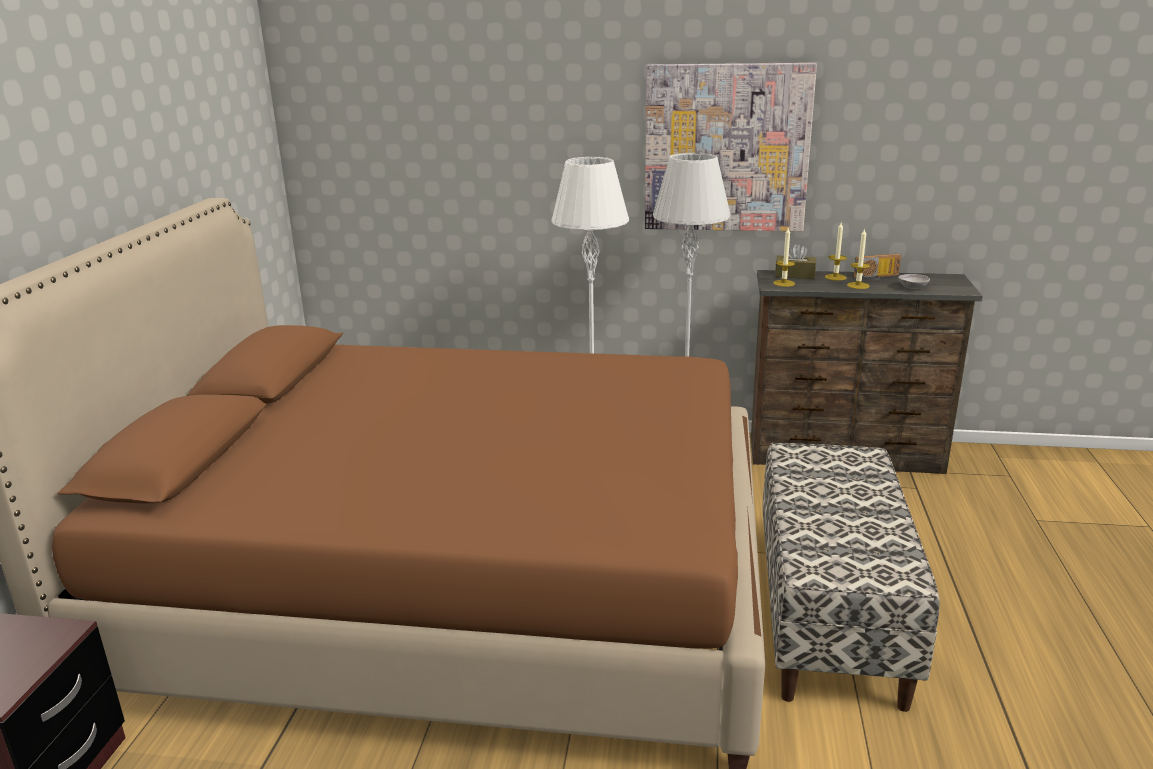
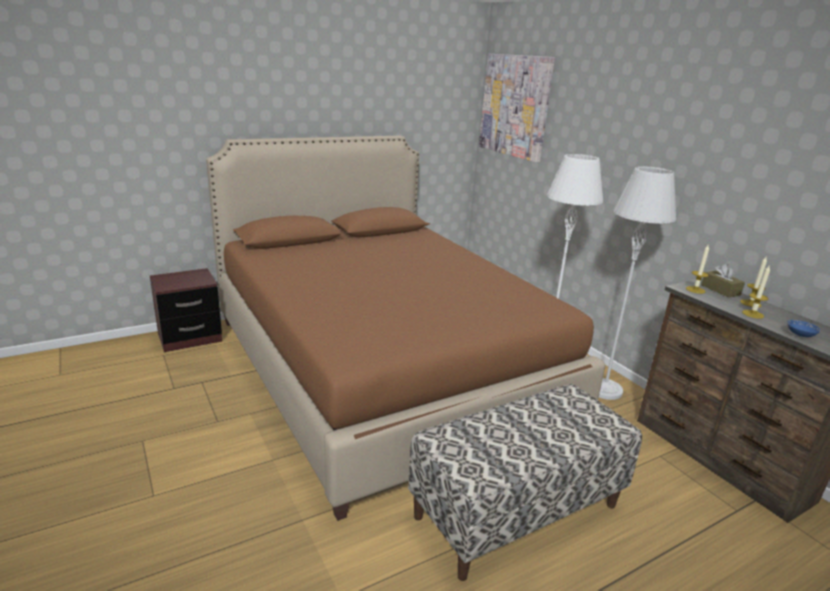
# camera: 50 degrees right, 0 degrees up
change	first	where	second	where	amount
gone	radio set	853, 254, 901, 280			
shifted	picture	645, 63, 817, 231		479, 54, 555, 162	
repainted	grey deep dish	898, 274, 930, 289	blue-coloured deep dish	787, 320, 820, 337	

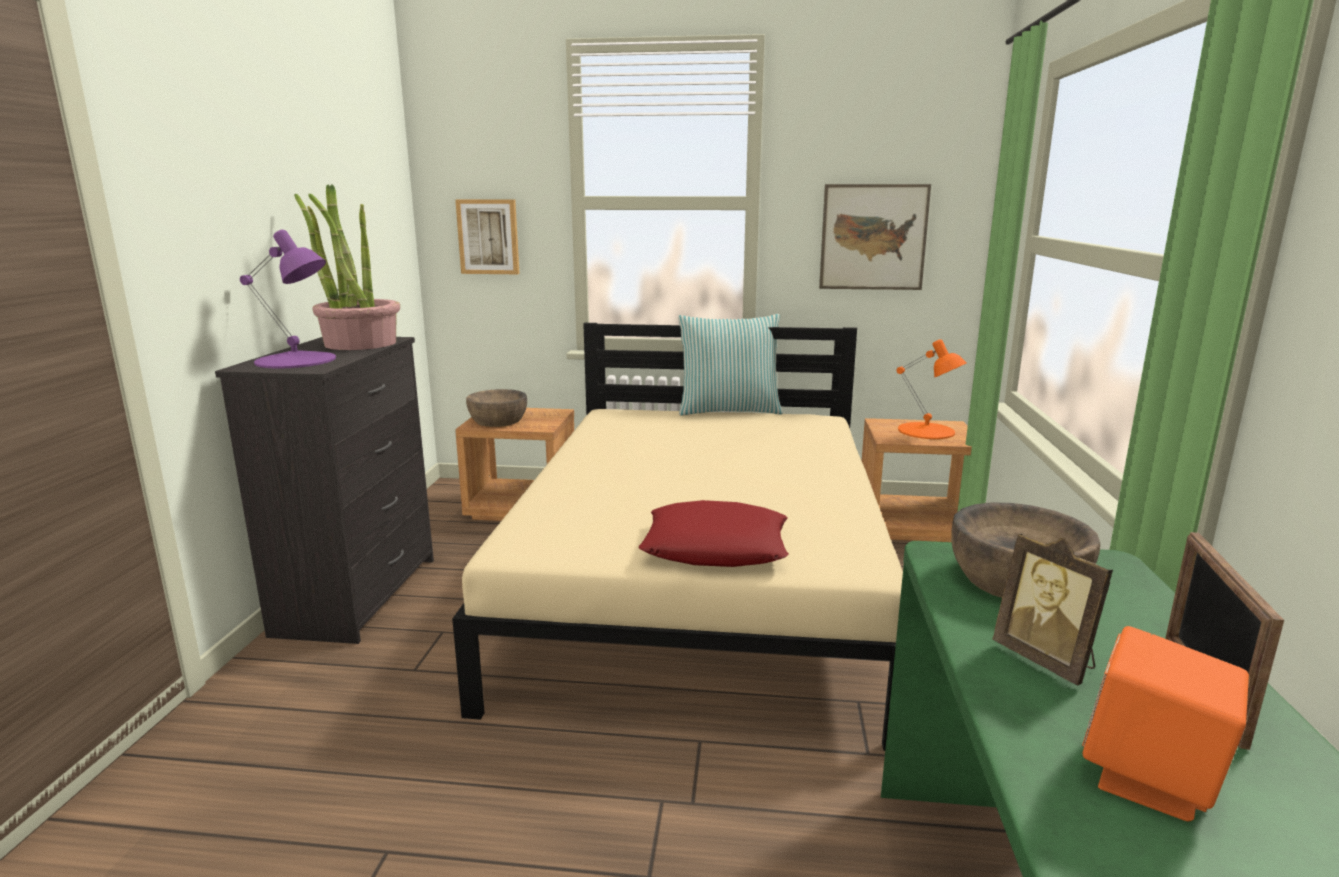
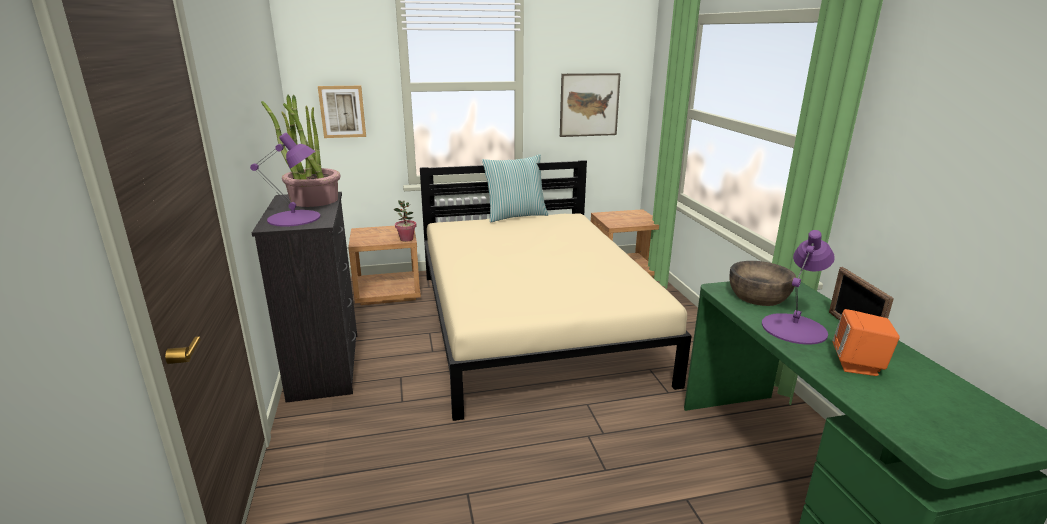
# camera: 20 degrees left, 5 degrees up
change	first	where	second	where	amount
gone	brownish deep dish	466, 389, 527, 427			
gone	reddish cushion	639, 500, 789, 567			
gone	orange-coloured tabletop lamp	896, 339, 967, 439			
new			potted plant	393, 200, 416, 242	
swapped	photo frame	992, 533, 1113, 685	purple tabletop lamp	762, 230, 835, 345	

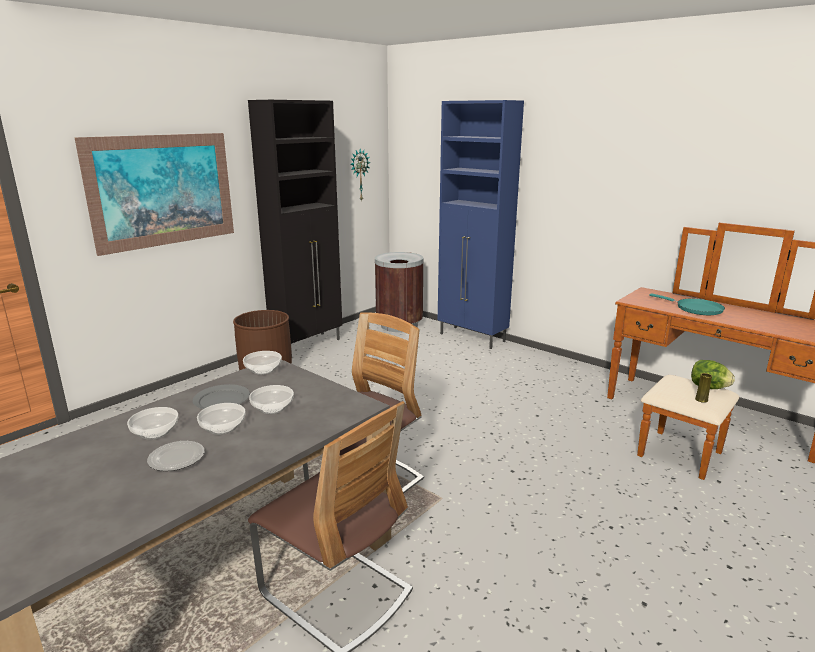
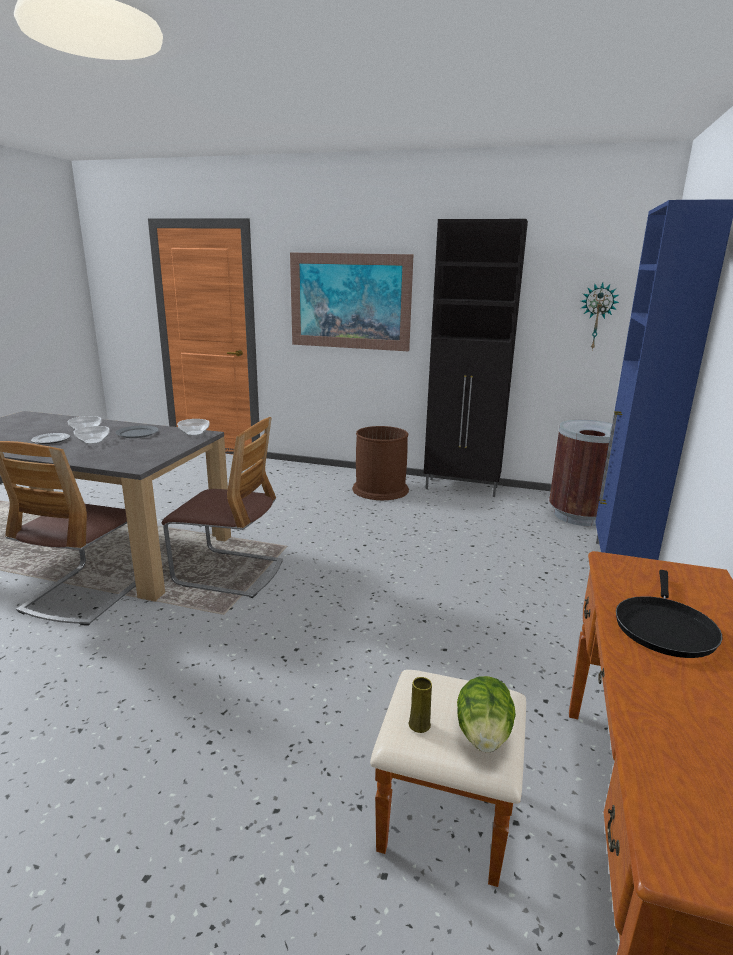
# camera: 65 degrees right, 0 degrees up
change	first	where	second	where	amount
gone	deep dish	249, 385, 294, 414			
repainted	turquoise frying pan	649, 293, 725, 315	blackish frying pan	616, 570, 722, 658	

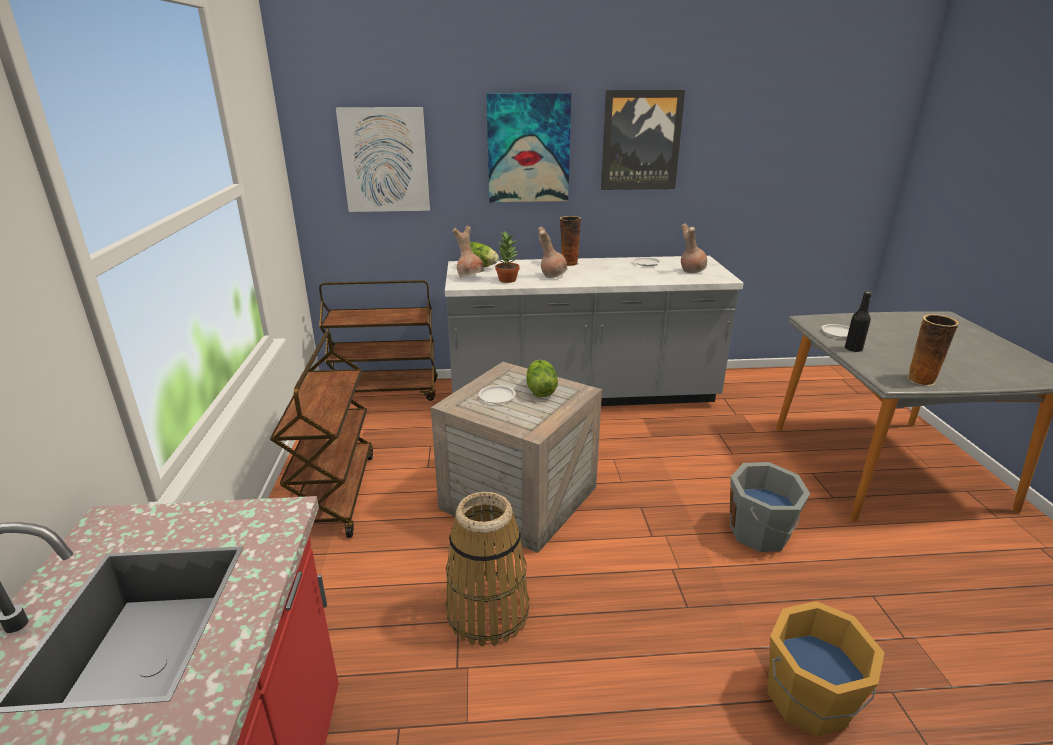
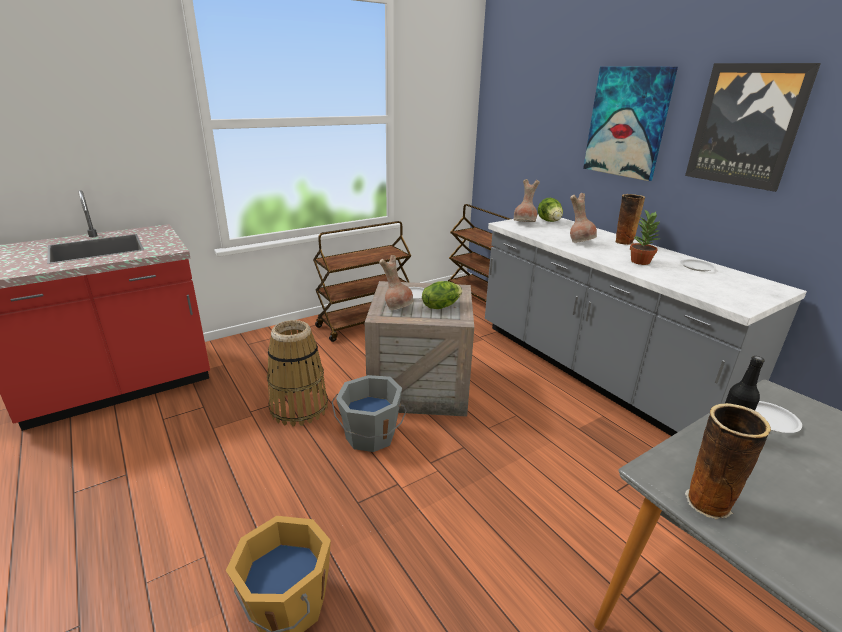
# camera: 60 degrees right, 0 degrees up
change	first	where	second	where	amount
gone	picture	336, 107, 430, 212			
shifted	potted plant	495, 232, 519, 283		630, 210, 659, 265	
shifted	brownish flower vase	681, 223, 707, 273		379, 255, 414, 310	
shifted	grey water bucket	730, 462, 810, 552		332, 375, 407, 452	

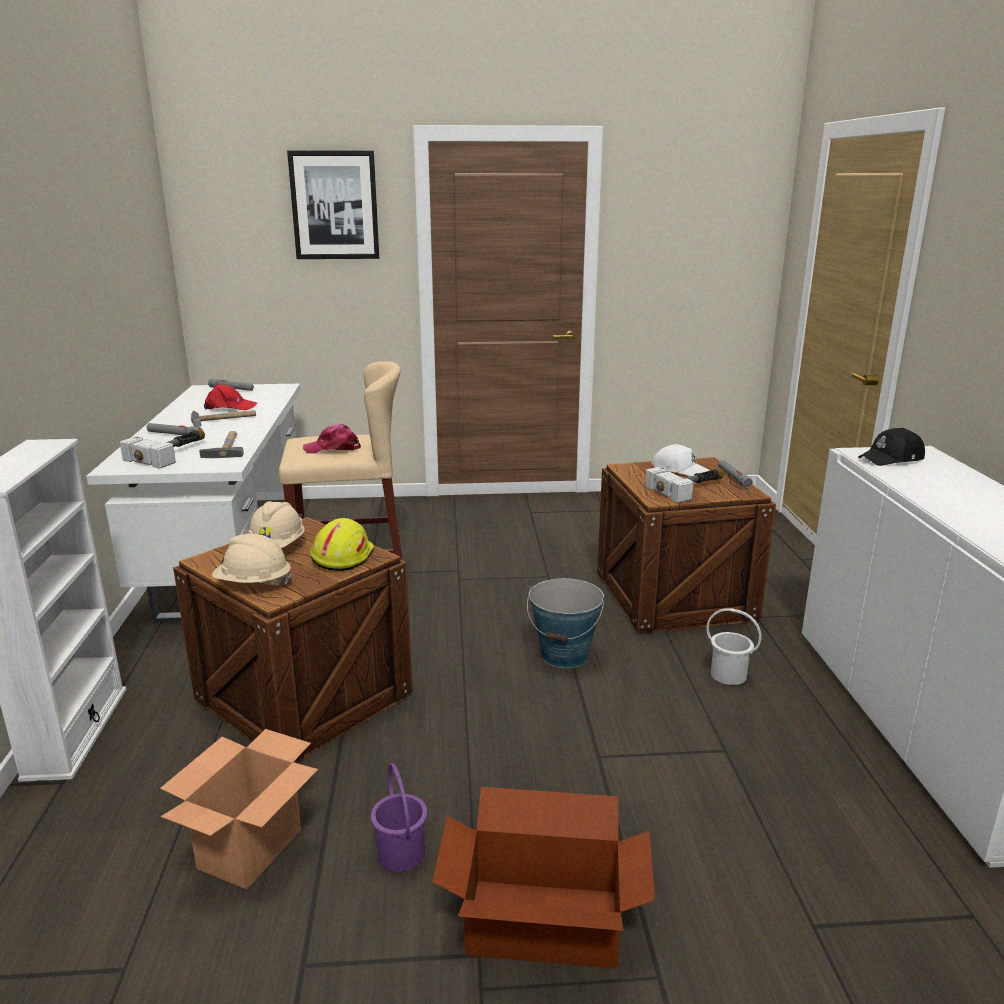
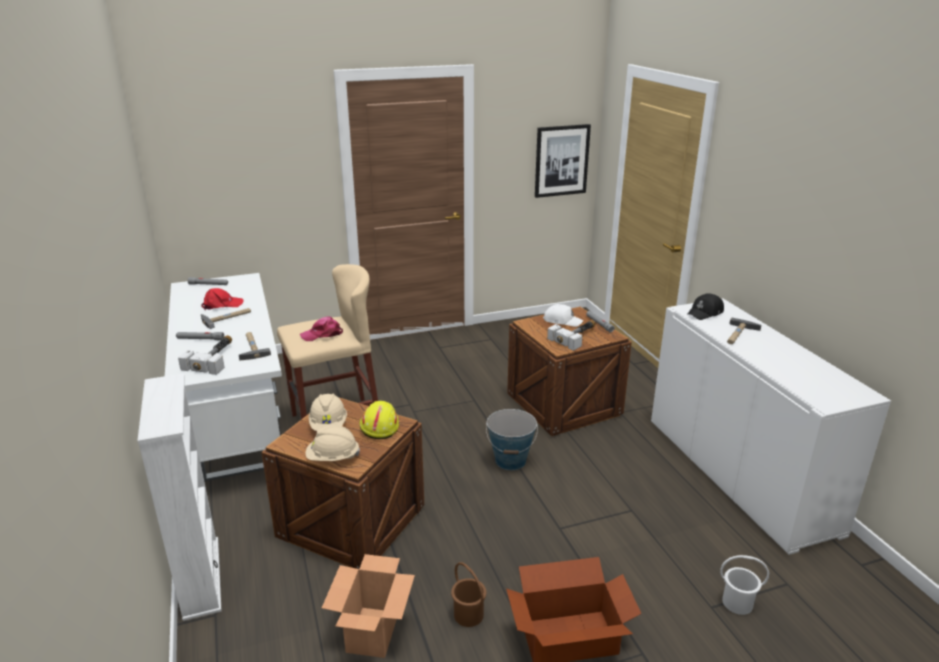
# camera: 15 degrees left, 5 degrees up
change	first	where	second	where	amount
new			tool hammer	727, 318, 761, 344	
shifted	picture	287, 150, 379, 259		535, 124, 591, 198	
shifted	white water bucket	706, 608, 761, 685		720, 555, 769, 615	
repainted	purple water bucket	371, 763, 427, 872	brownish water bucket	451, 562, 486, 627	

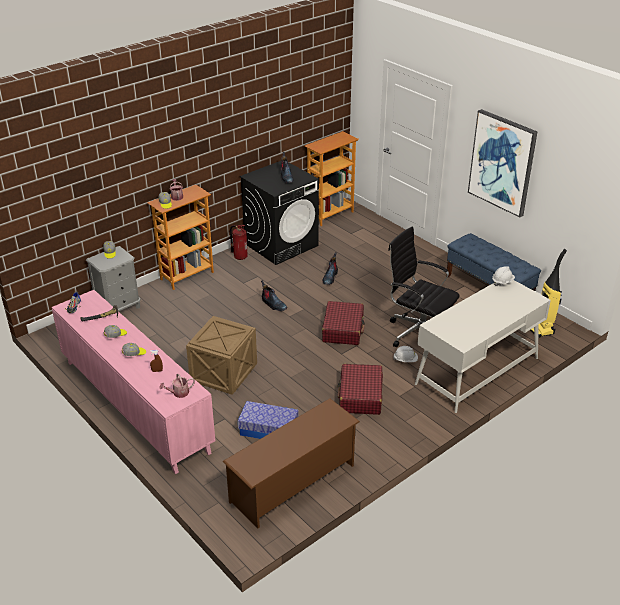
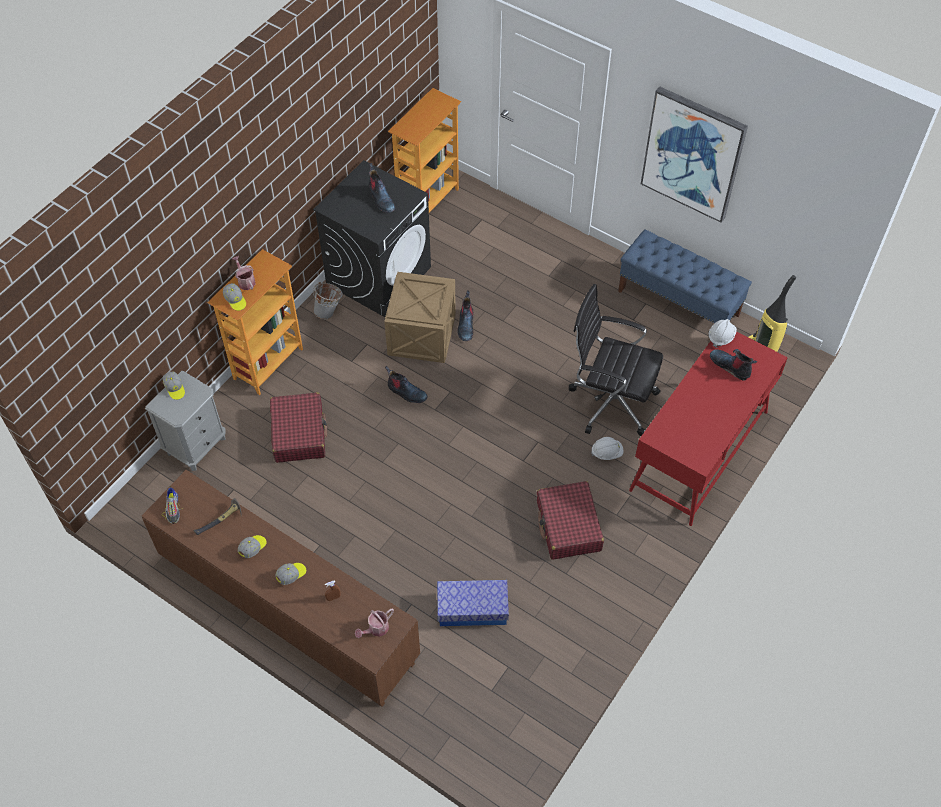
# camera: 15 degrees left, 20 degrees up
change	first	where	second	where	amount
gone	brownish shoe rack	222, 398, 360, 528			
new			boot	710, 349, 757, 381	
shifted	shipping crate	186, 316, 257, 395		384, 272, 456, 363	
shifted	reddish piece of luggage	322, 301, 365, 345		270, 392, 327, 463	
swapped	fire-fighting cylinder	230, 225, 248, 260	grey water bucket	313, 282, 343, 319	
repainted	pink-coloured cupboard	52, 290, 215, 474	brownish cupboard	142, 470, 420, 707	
repainted	white desk	415, 280, 551, 413	reddish desk	629, 331, 788, 526	

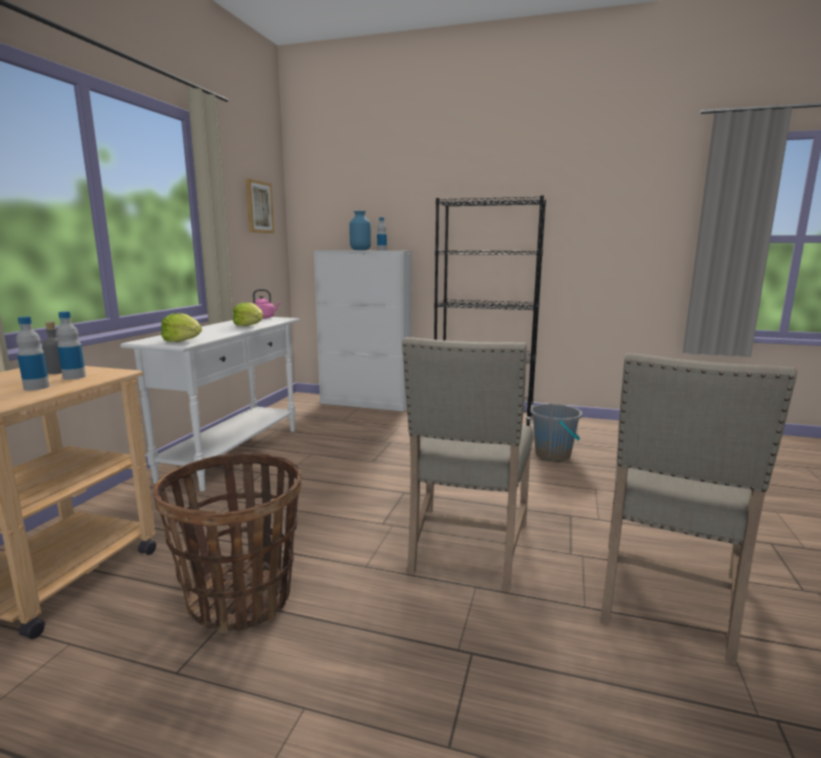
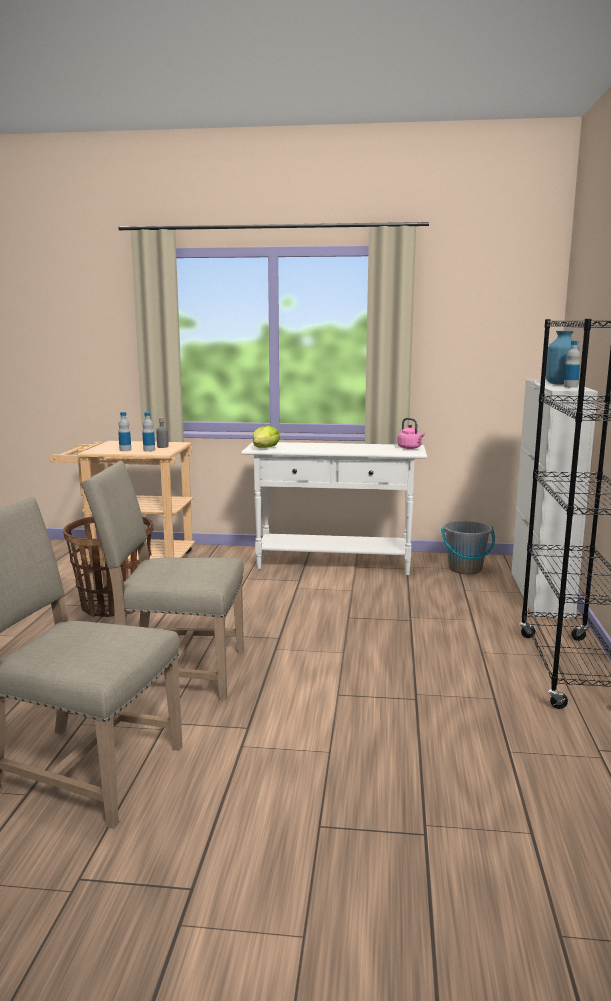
# camera: 80 degrees right, 0 degrees up
change	first	where	second	where	amount
gone	head of lettuce	233, 303, 263, 326			
gone	picture	246, 179, 274, 233			
shifted	grey water bucket	530, 404, 583, 461		441, 521, 495, 574	

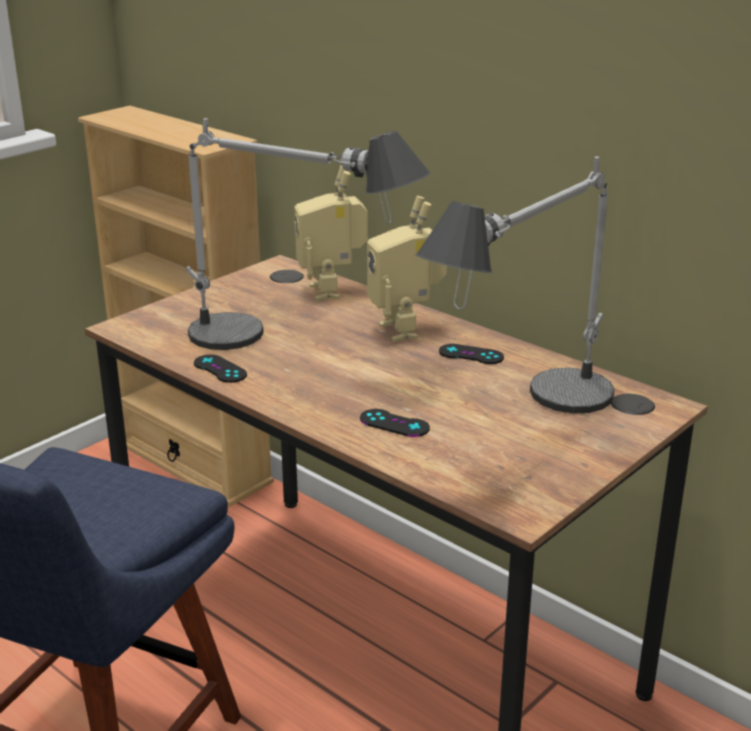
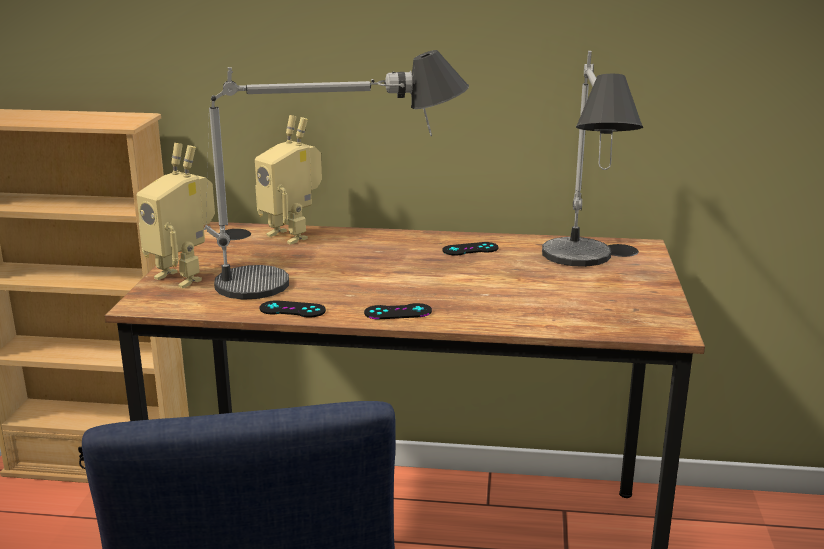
# camera: 35 degrees left, 5 degrees down
change	first	where	second	where	amount
shifted	blackish gamepad	360, 409, 430, 437		364, 303, 432, 319	
shifted	toy robot	367, 196, 447, 342		137, 143, 215, 288	

